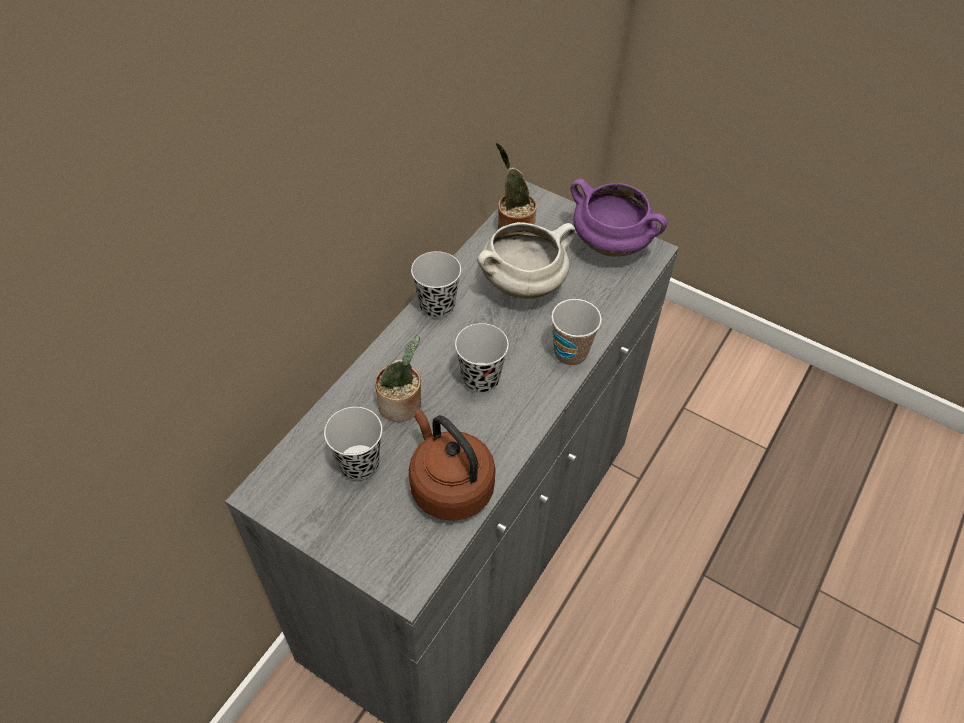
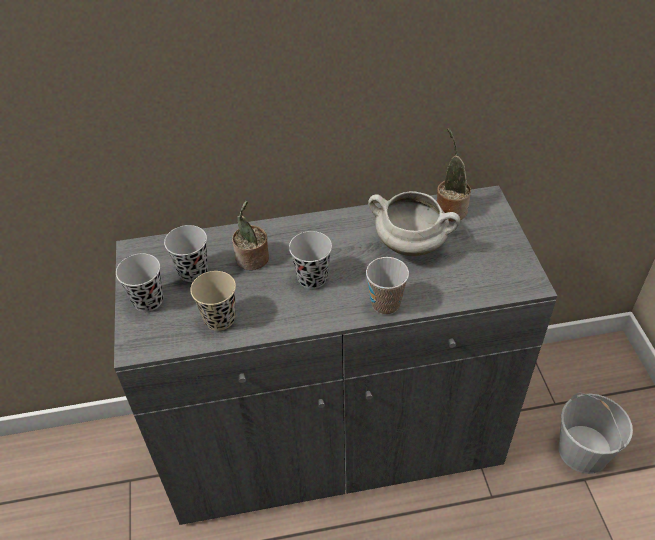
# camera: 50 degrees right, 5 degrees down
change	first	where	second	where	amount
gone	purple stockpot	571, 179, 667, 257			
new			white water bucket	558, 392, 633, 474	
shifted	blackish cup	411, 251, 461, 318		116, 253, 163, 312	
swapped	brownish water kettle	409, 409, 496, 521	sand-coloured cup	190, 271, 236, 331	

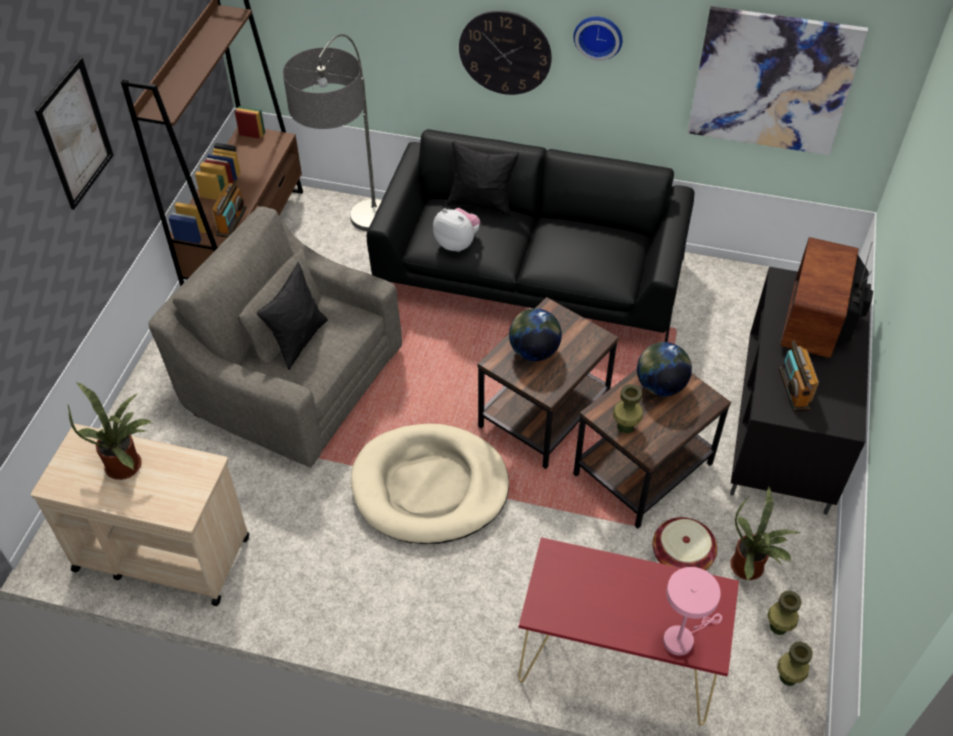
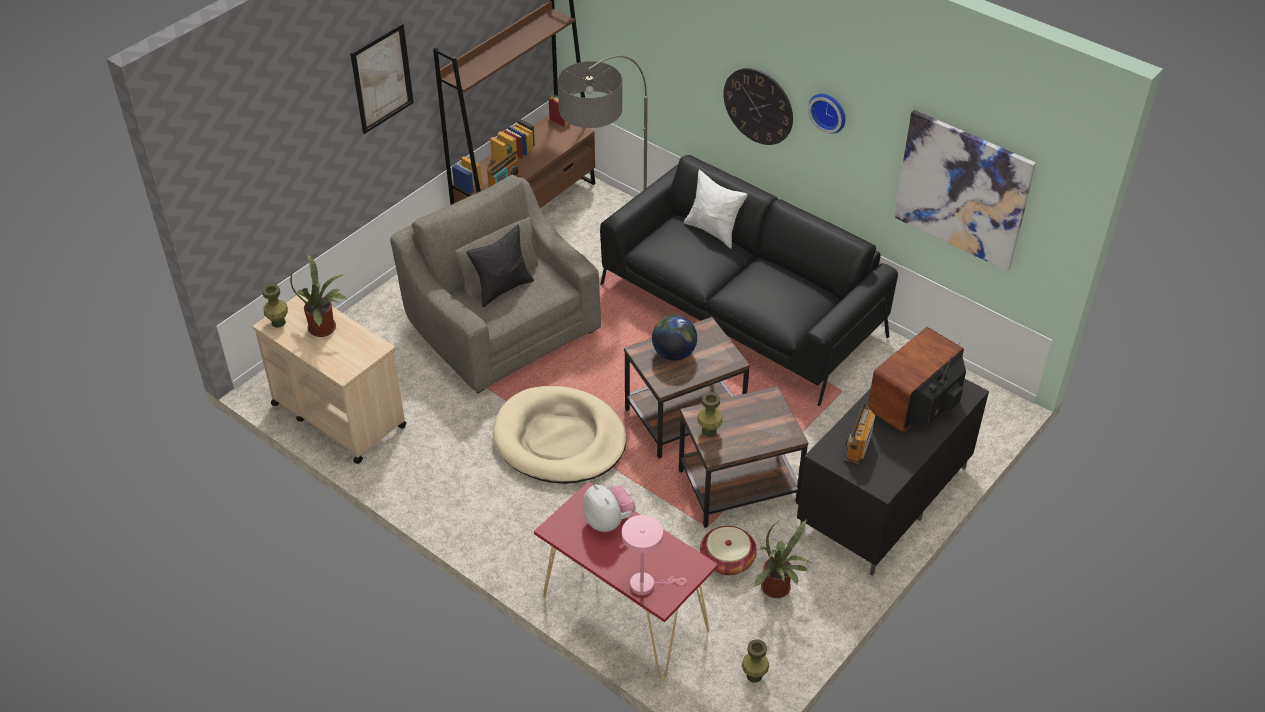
# camera: 25 degrees right, 5 degrees down
change	first	where	second	where	amount
gone	world globe	637, 342, 692, 396			
shifted	soft toy	433, 208, 480, 252		583, 484, 636, 532	
shifted	greenish flower vase	767, 591, 802, 635		262, 284, 288, 328	
repainted	blackish cushion	446, 141, 519, 217	white cushion	684, 170, 748, 249	

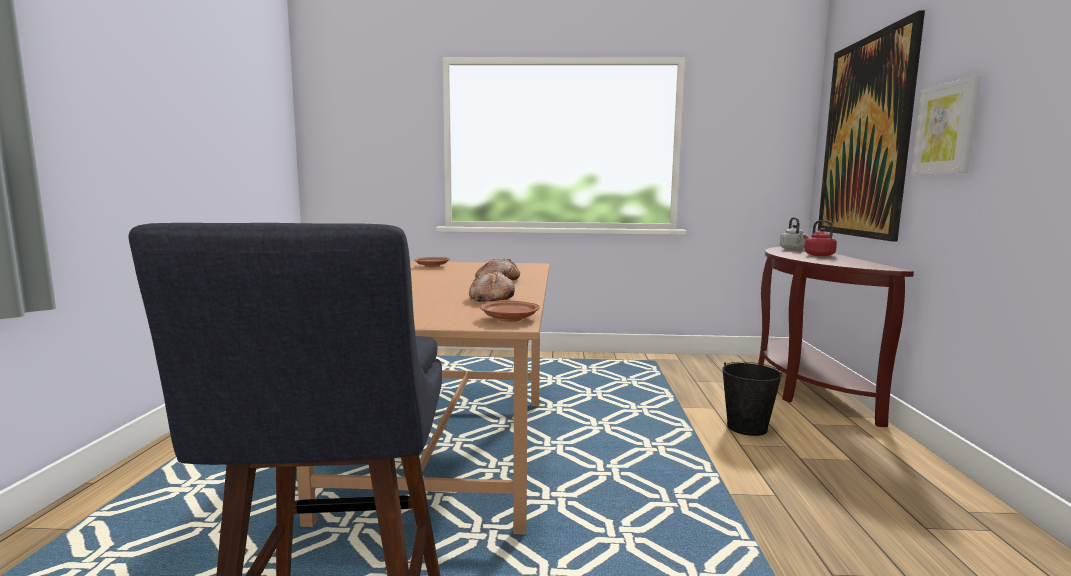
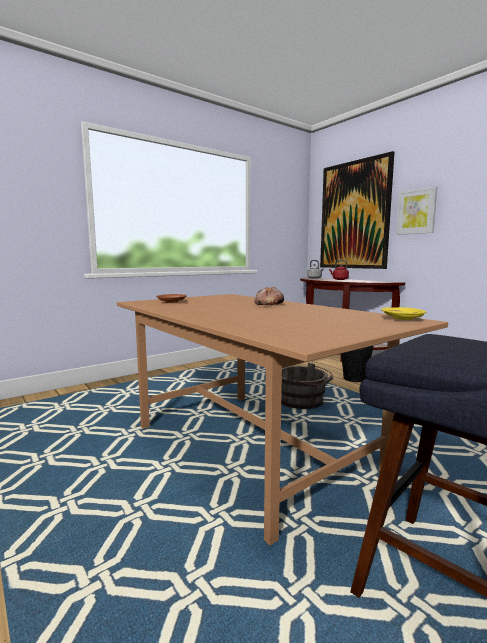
# camera: 40 degrees left, 0 degrees up
change	first	where	second	where	amount
gone	bread	469, 271, 515, 302			
new			grey water bucket	281, 363, 333, 409	
repainted	brownish flat dish	480, 301, 540, 322	yellow flat dish	381, 307, 426, 320	

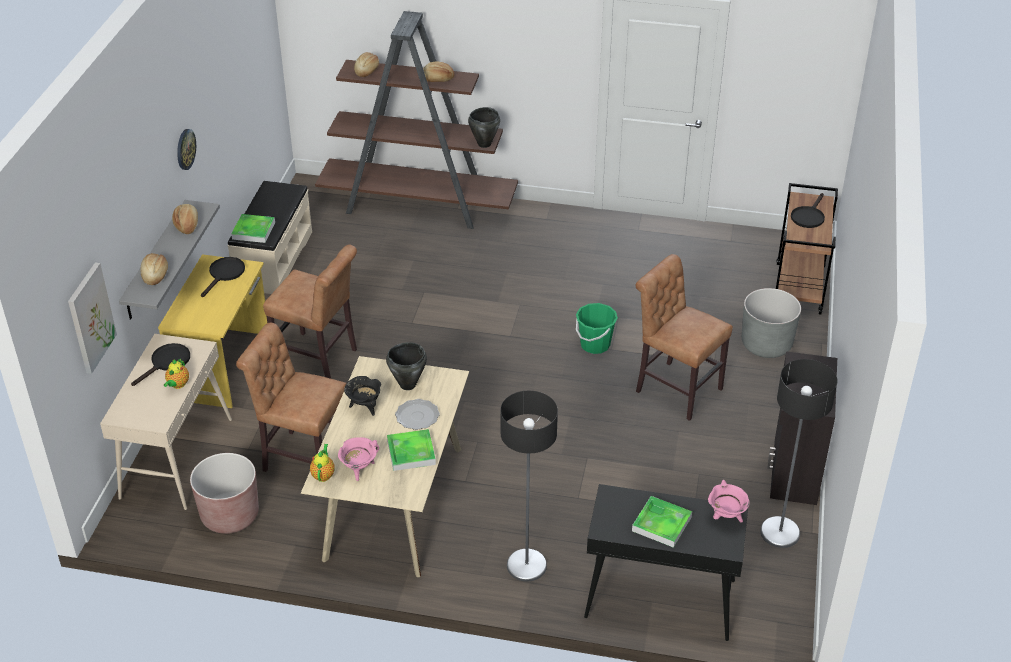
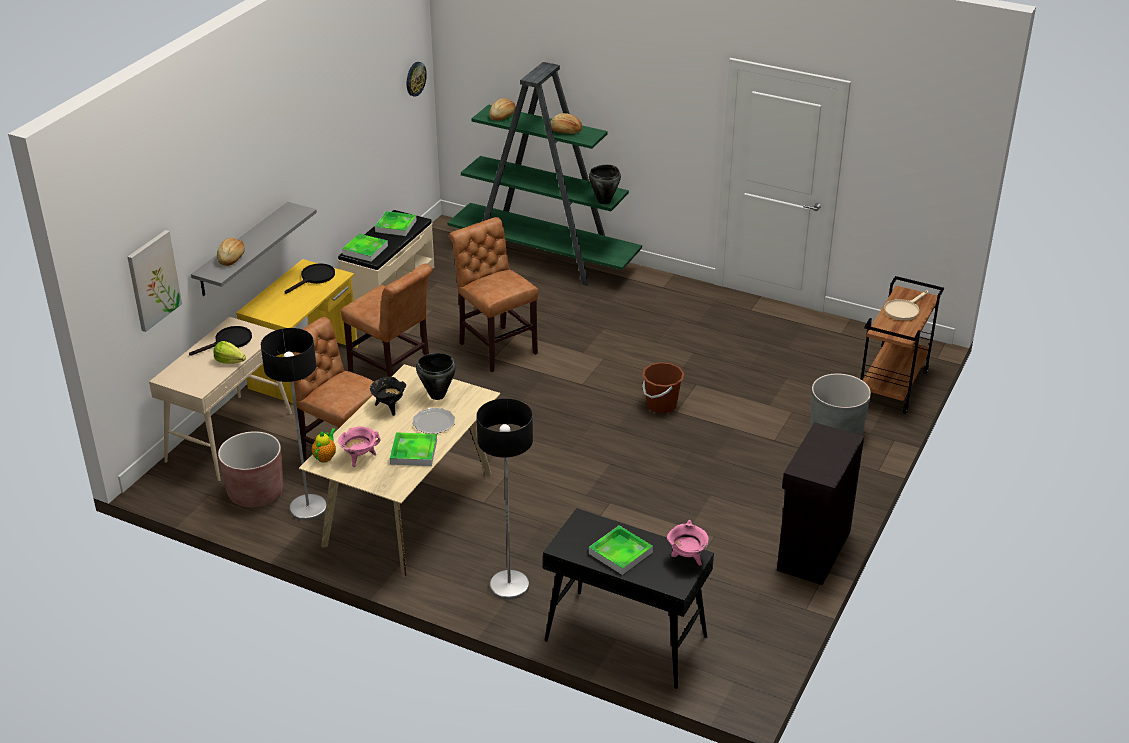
# camera: 15 degrees right, 5 degrees down
change	first	where	second	where	amount
gone	bread	172, 204, 198, 234			
new			carrying tray	375, 211, 417, 236	
shifted	clock on the wall	177, 129, 196, 170		407, 62, 427, 97	
shifted	brownish plain chair	636, 254, 733, 421		449, 217, 538, 372	
shifted	standing lamp	760, 359, 838, 548		261, 328, 327, 521	
swapped	pot for tea	164, 359, 189, 389	head of lettuce	213, 341, 246, 364	
repainted	brownish bookcase	315, 11, 518, 229	greenish bookcase	447, 62, 642, 286	
repainted	greenish water bucket	576, 303, 618, 354	brownish water bucket	642, 362, 684, 413	
repainted	blackish frying pan	791, 193, 825, 228	sand-coloured frying pan	884, 290, 928, 321	

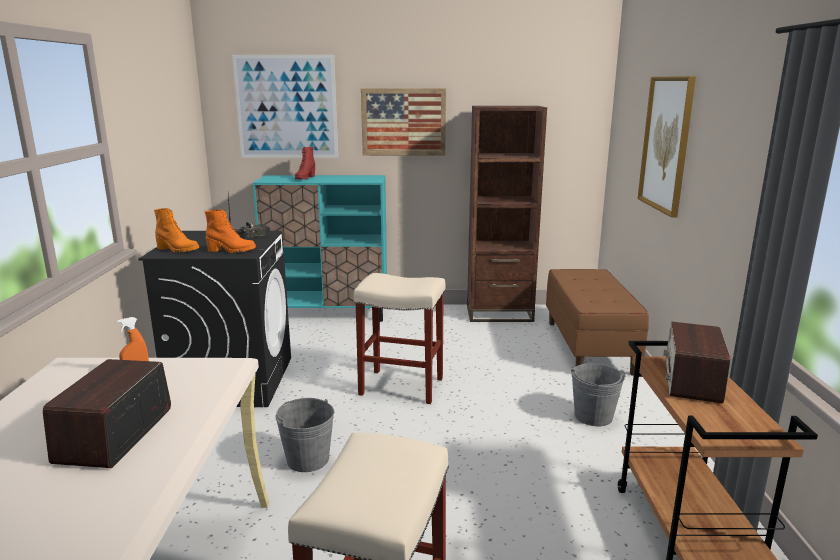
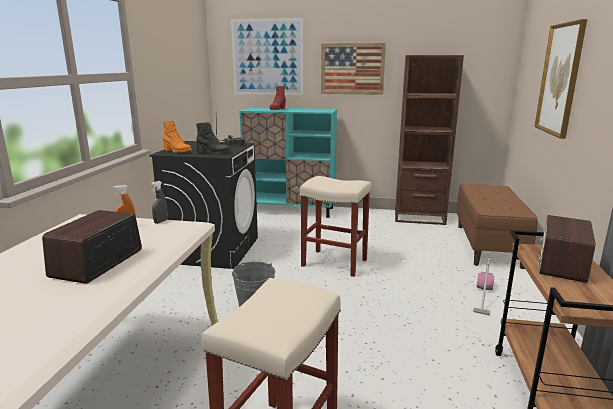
# camera: 10 degrees right, 0 degrees up
change	first	where	second	where	amount
new			grey sprayer	151, 181, 168, 224	
swapped	grey water bucket	571, 363, 626, 426	vacuum	473, 257, 494, 315	
repainted	orange-coloured boot	205, 209, 256, 253	blackish boot	196, 122, 231, 155	

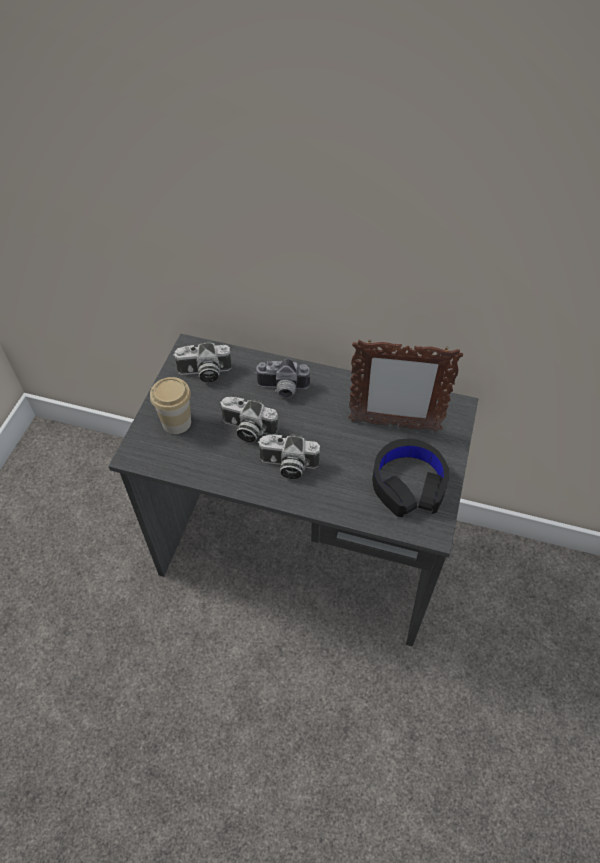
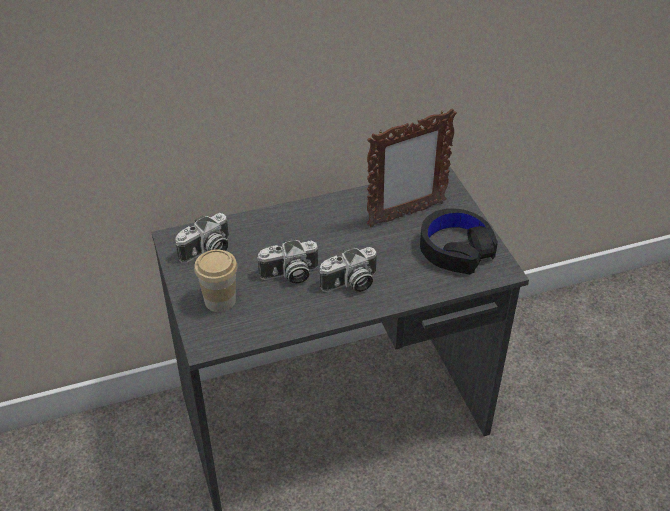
# camera: 35 degrees left, 10 degrees down
change	first	where	second	where	amount
gone	still camera	255, 359, 311, 398			

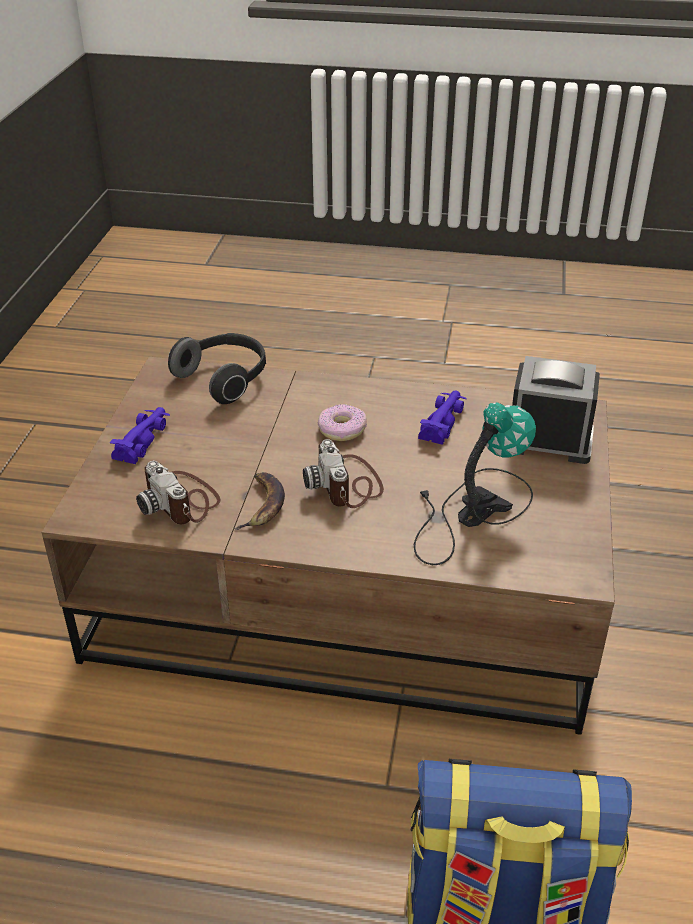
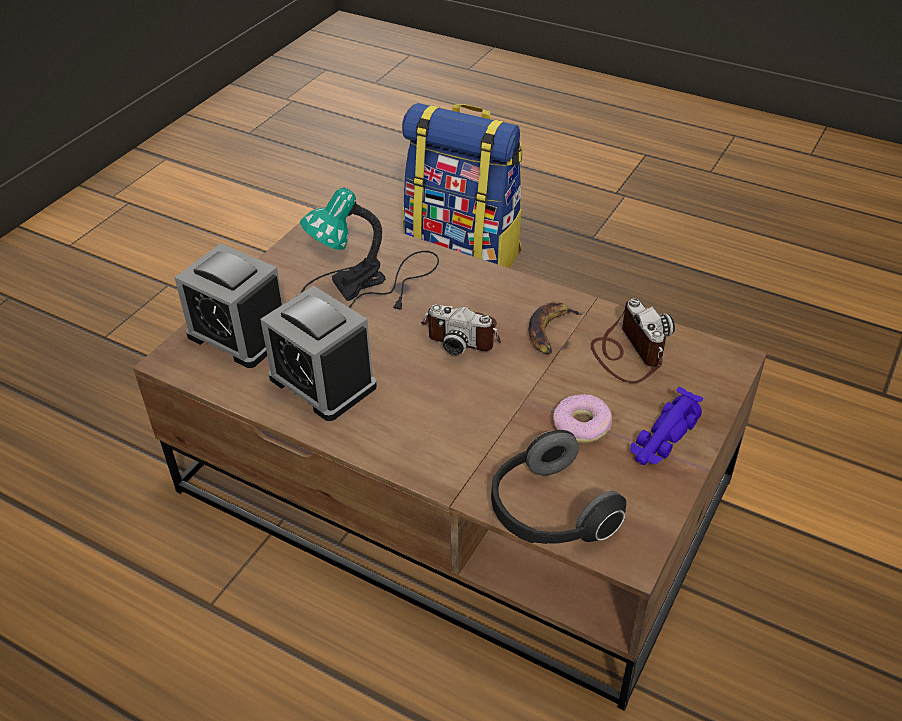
# camera: 160 degrees left, 5 degrees up
change	first	where	second	where	amount
shifted	doughnut	318, 404, 367, 441		553, 394, 612, 443	
swapped	purple model car	418, 390, 466, 445	bedside clock	260, 285, 377, 421	
rotated	still camera	303, 439, 384, 508		421, 304, 501, 355	105 degrees clockwise

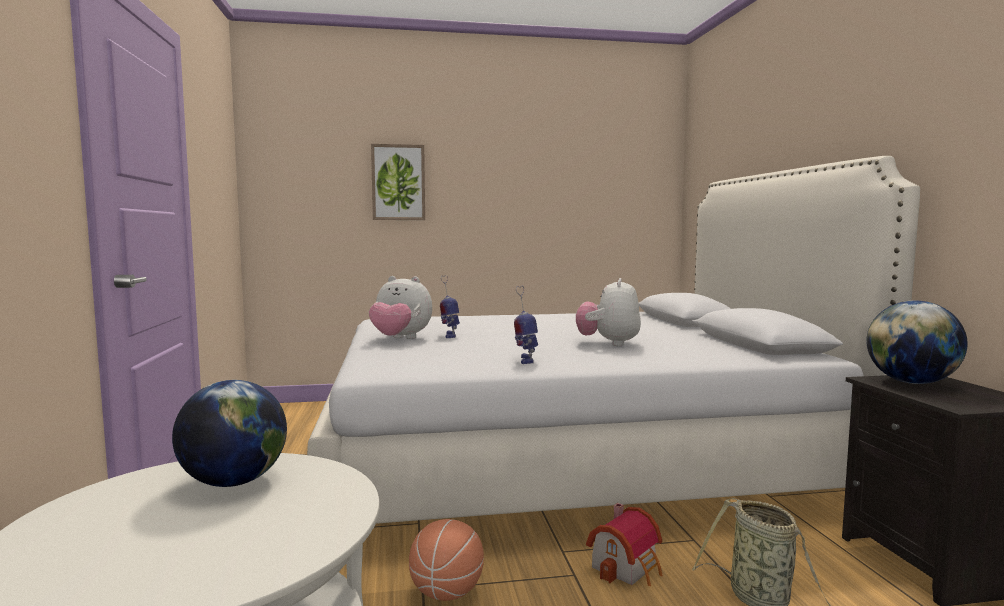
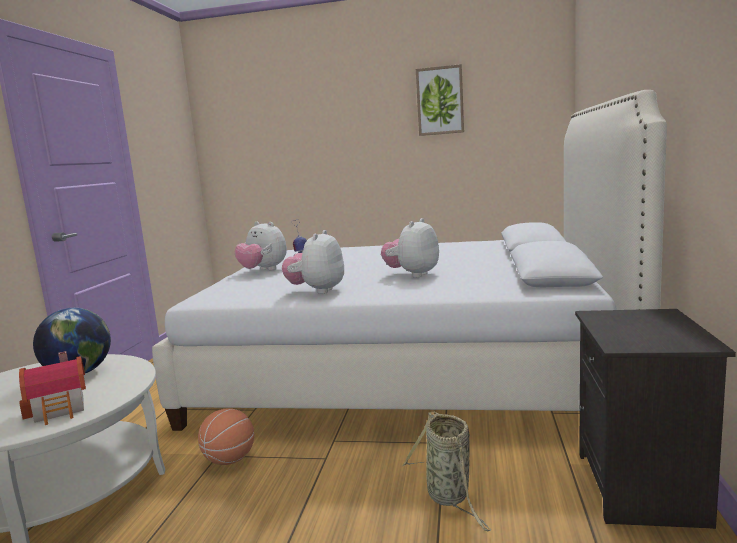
# camera: 20 degrees right, 5 degrees up
change	first	where	second	where	amount
gone	world globe	866, 301, 968, 384			
shifted	picture	371, 144, 425, 220		416, 64, 464, 136	
shifted	miniature house	586, 503, 663, 586		19, 351, 86, 425	
swapped	toy robot	514, 286, 538, 364	soft toy	282, 230, 344, 294	

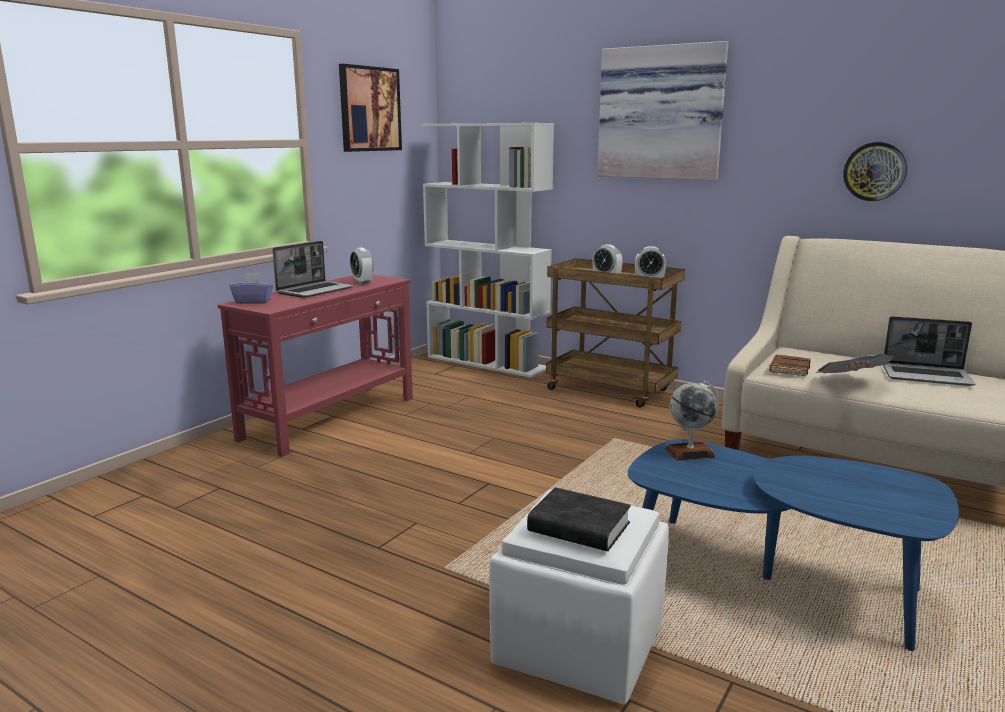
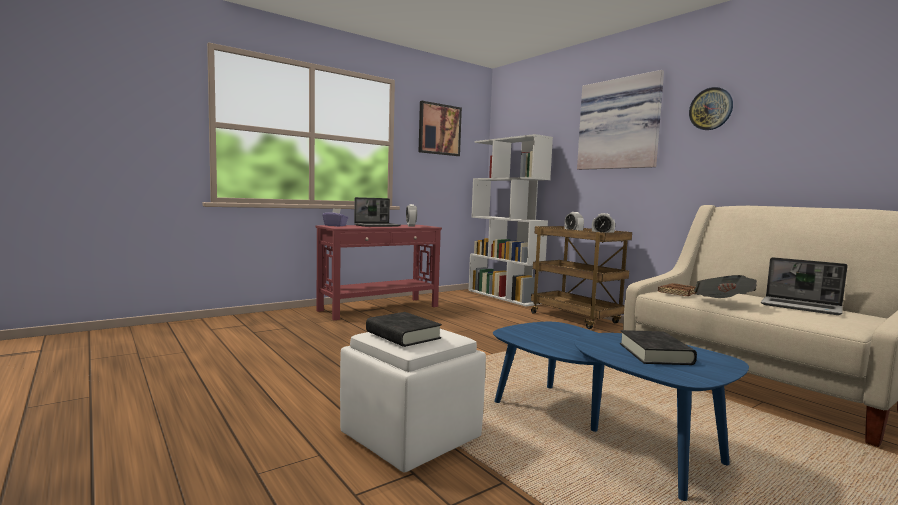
# camera: 20 degrees right, 10 degrees down
change	first	where	second	where	amount
gone	world globe	665, 381, 720, 460			
new			blackish book	620, 330, 697, 365	
shifted	clock on the wall	843, 142, 907, 201		689, 87, 733, 130	

